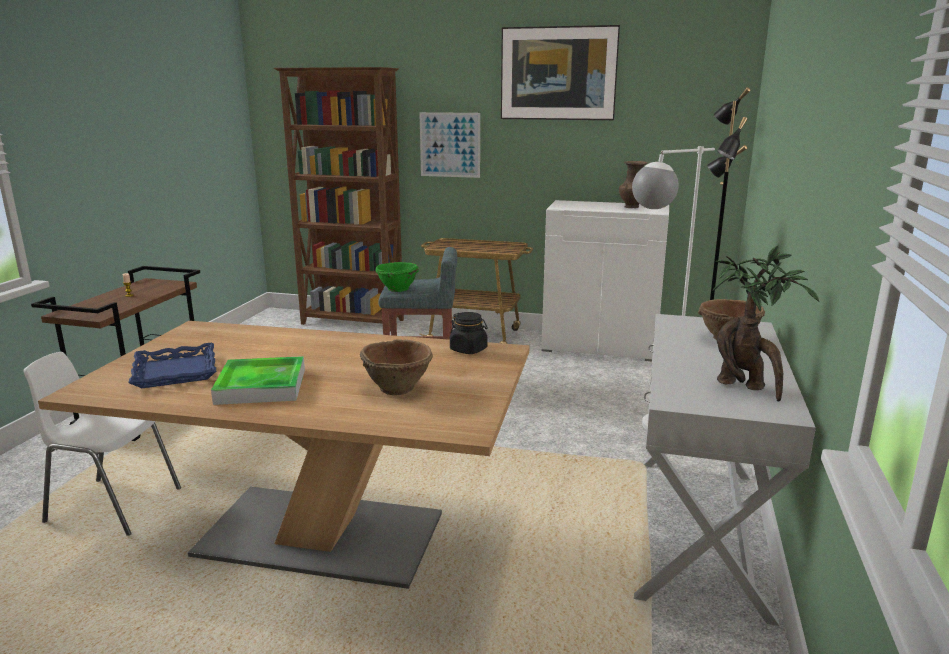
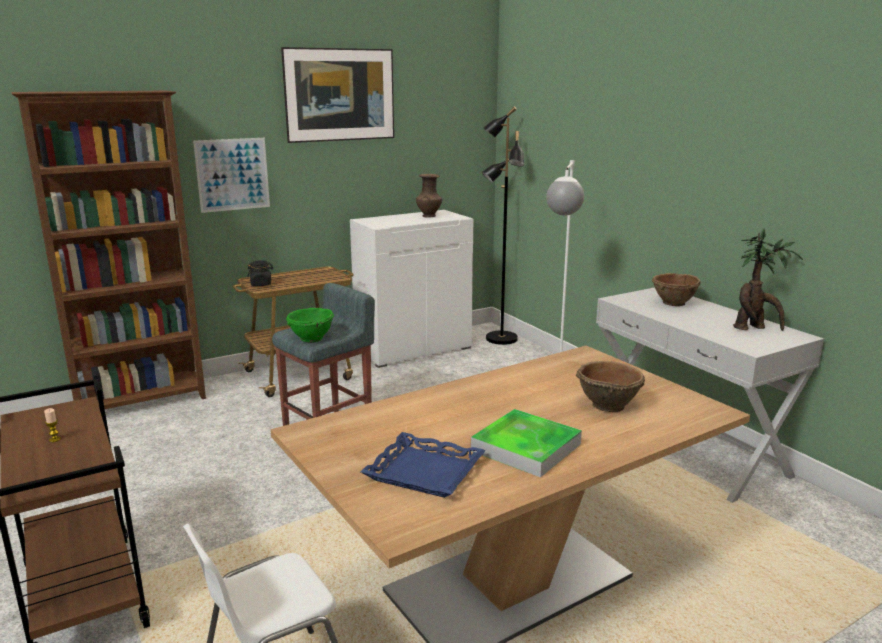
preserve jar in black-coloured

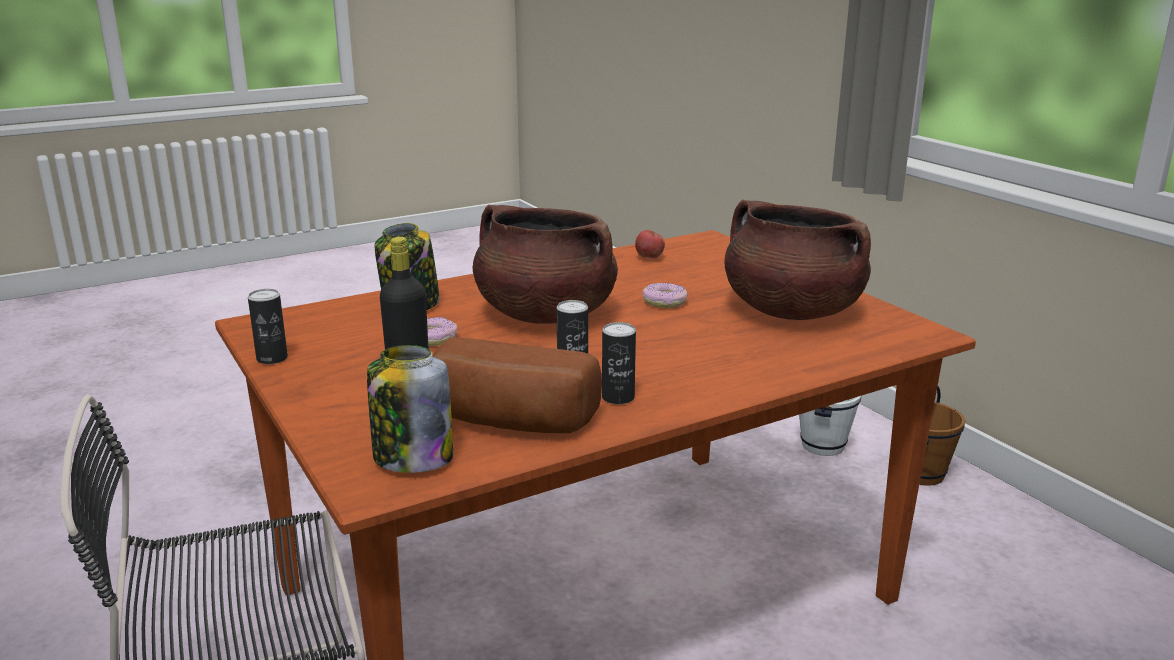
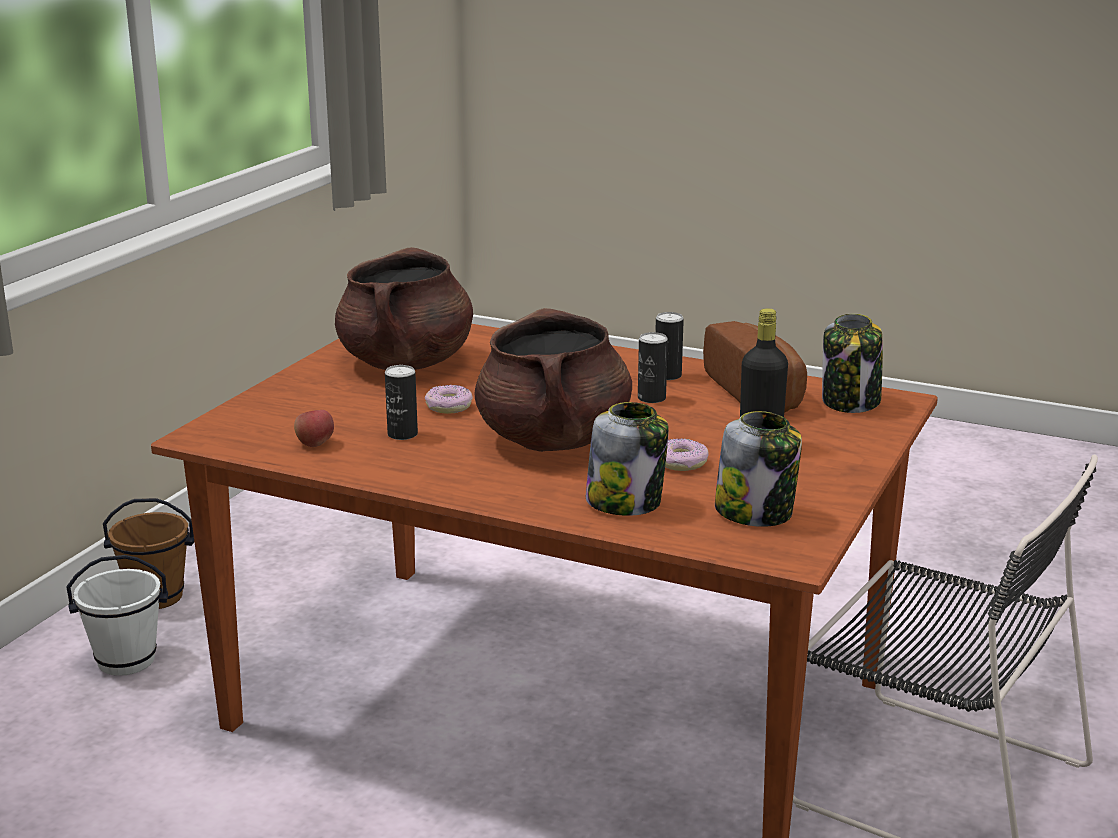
metal can (no. 1 from left)
preserve jar (no. 2 from left)

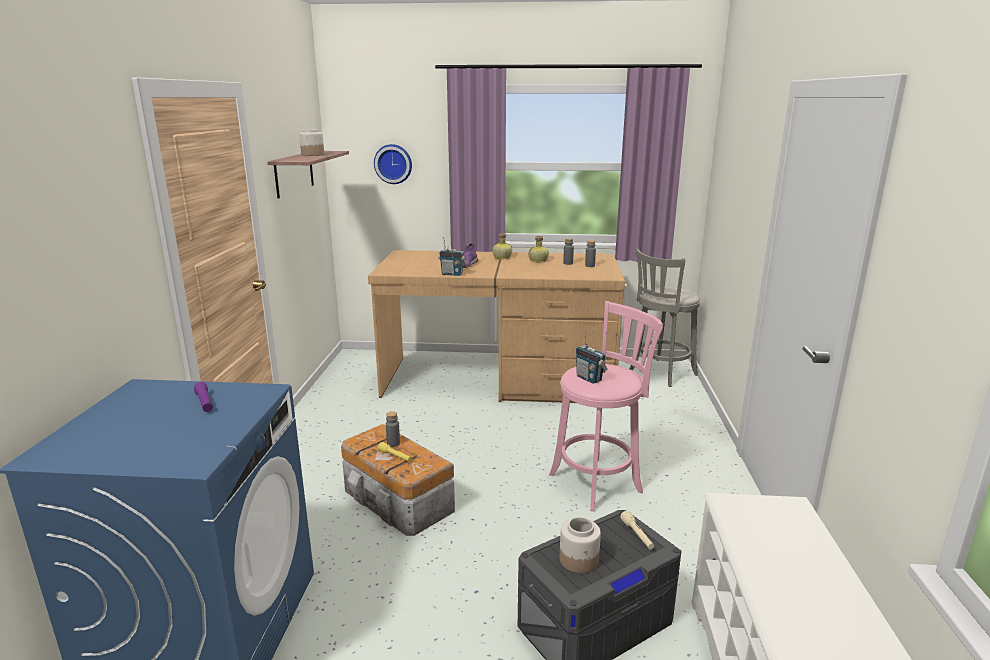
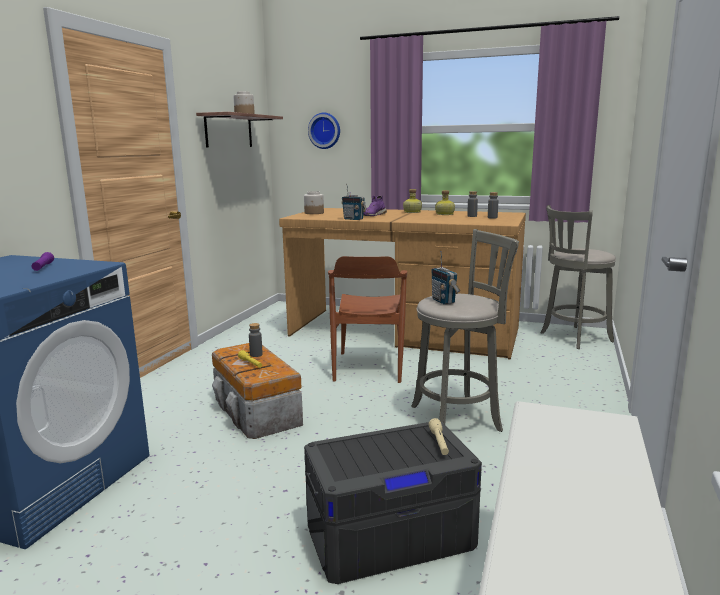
stool seat in gray (no. 1 from left)
preserve jar (no. 2 from left)
upright chair in brown

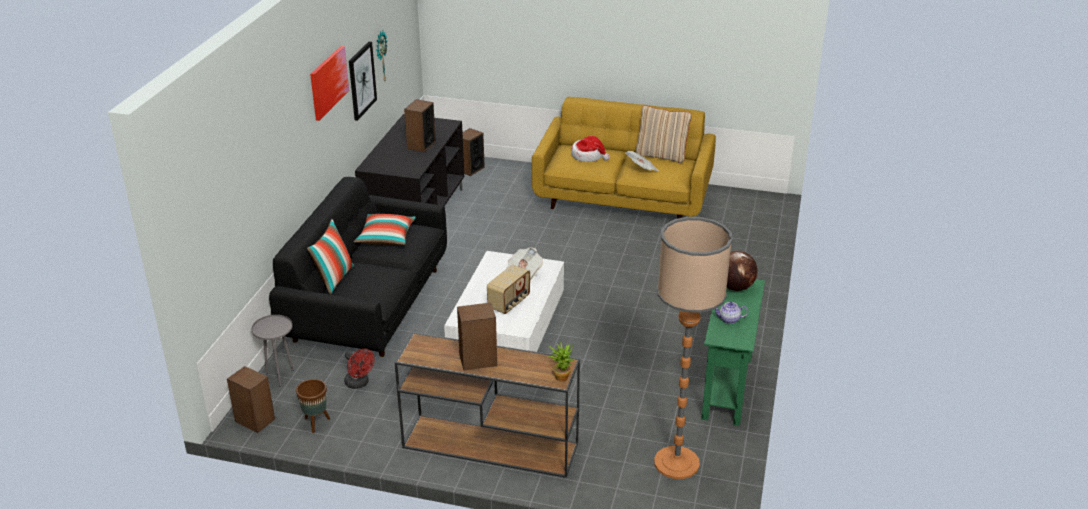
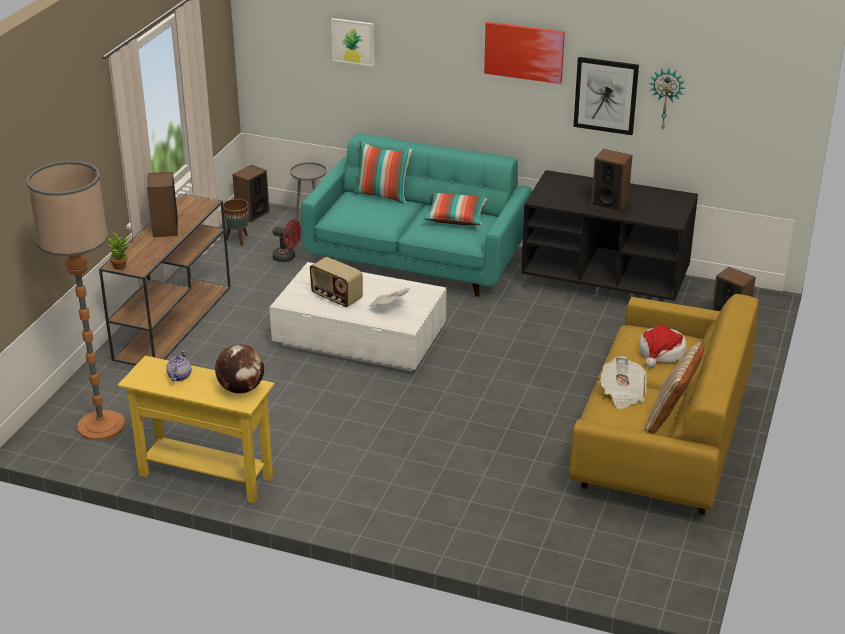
settee in turquoise
narrow table in yellow
cooling fan in reddish
wall picture (no. 1 from left)

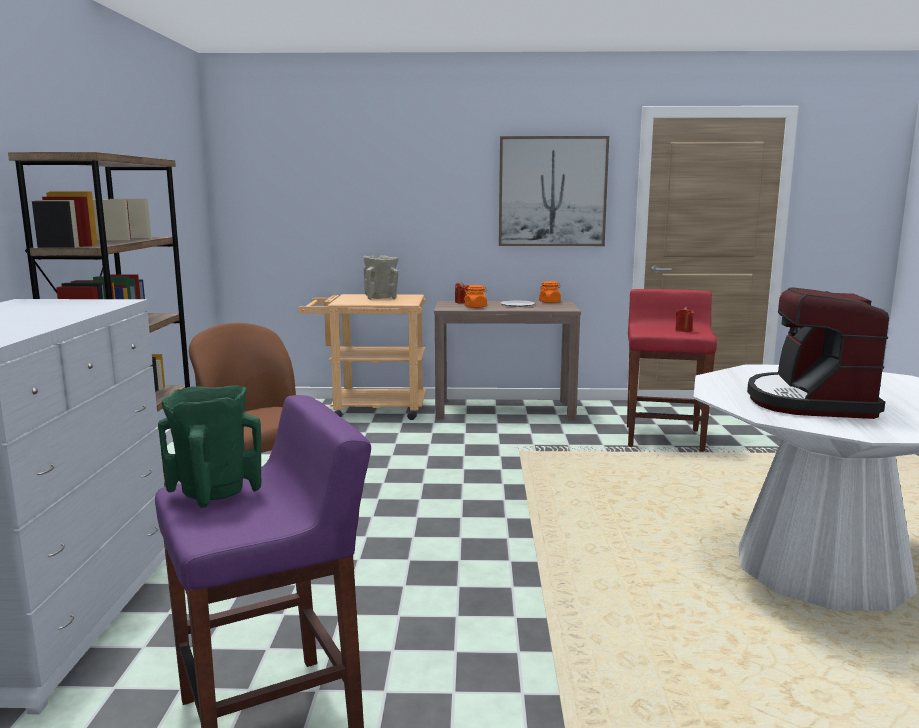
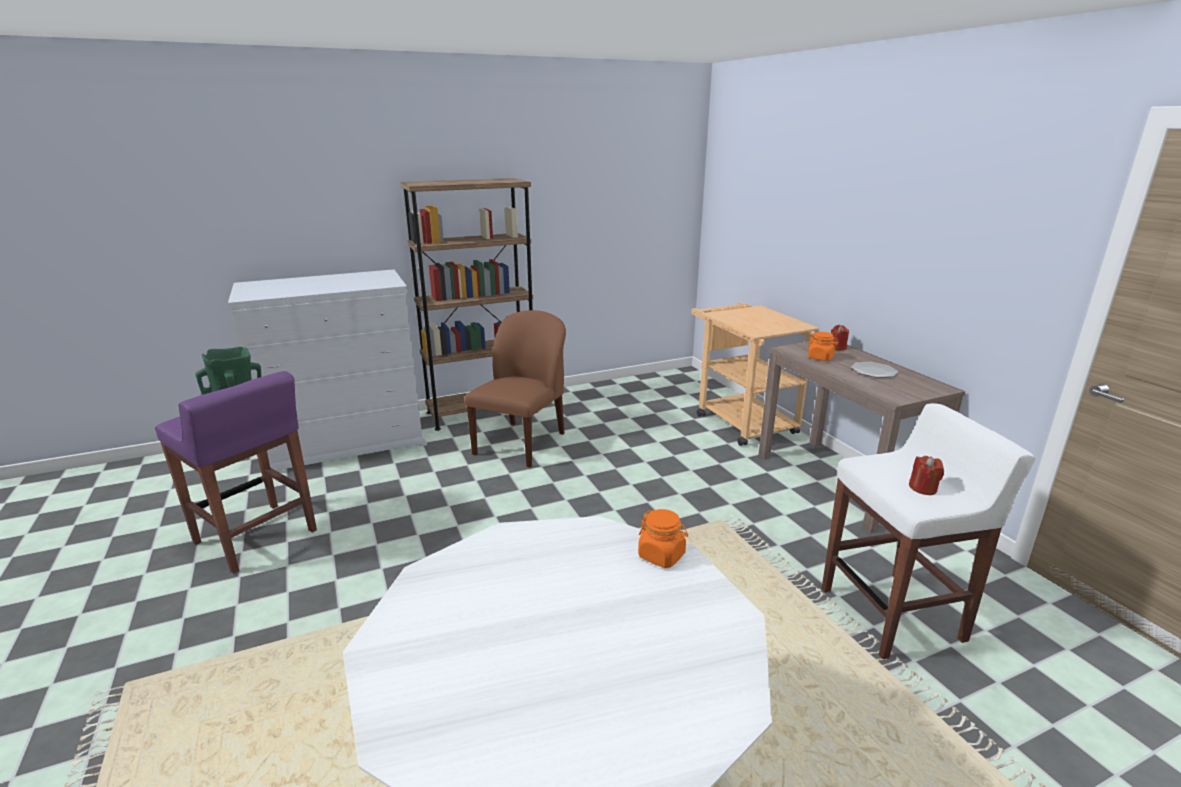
wall picture
vase in beige-coloured
preserve jar in orangey (no. 1 from left)
coffee brewer
stool seat in white

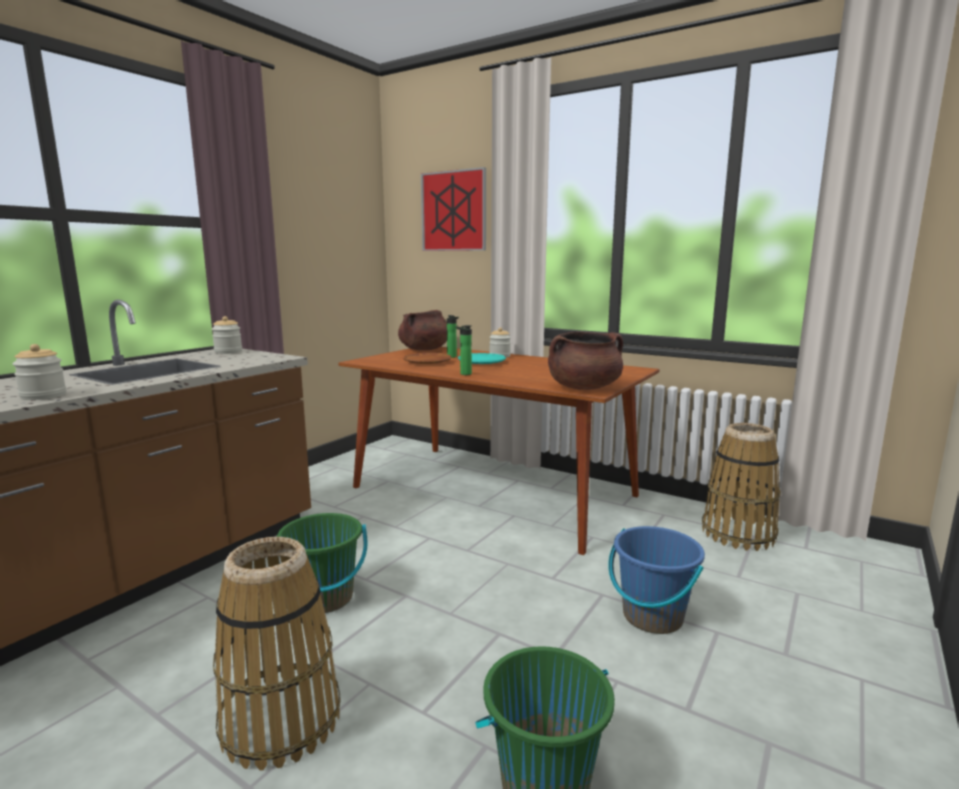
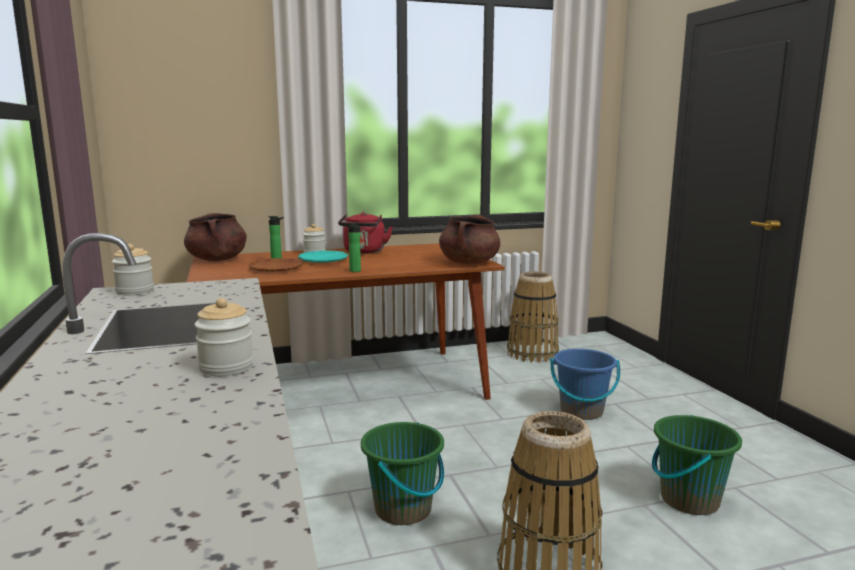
wall picture
water kettle in reddish

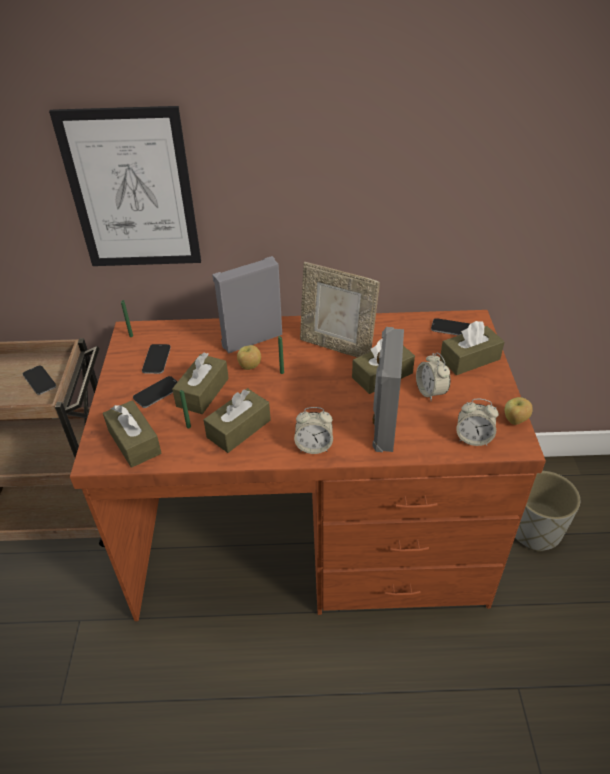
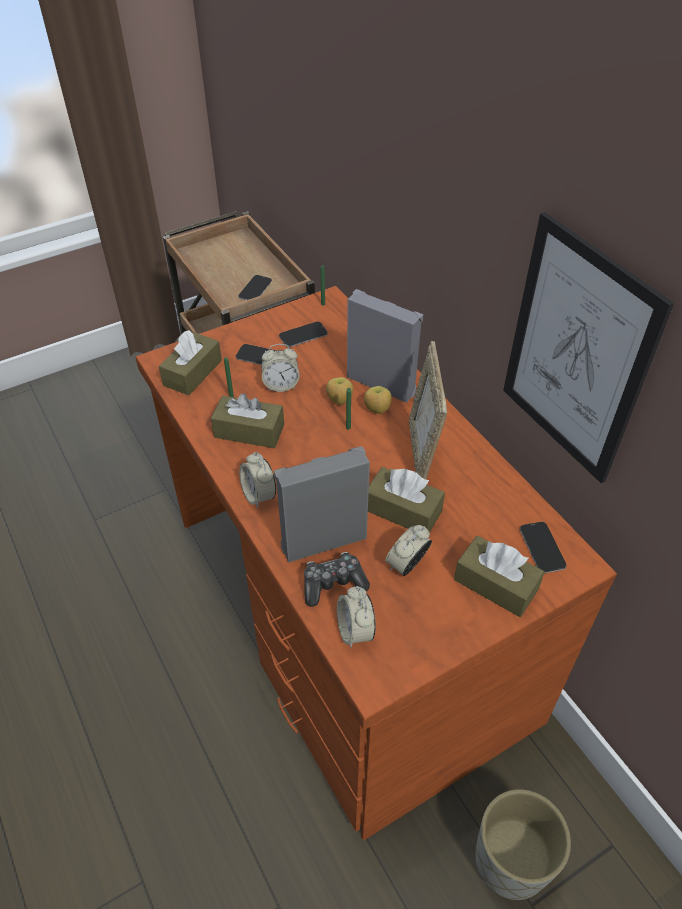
wall picture
bedside clock (no. 2 from left)
apple (no. 2 from left)
game controller

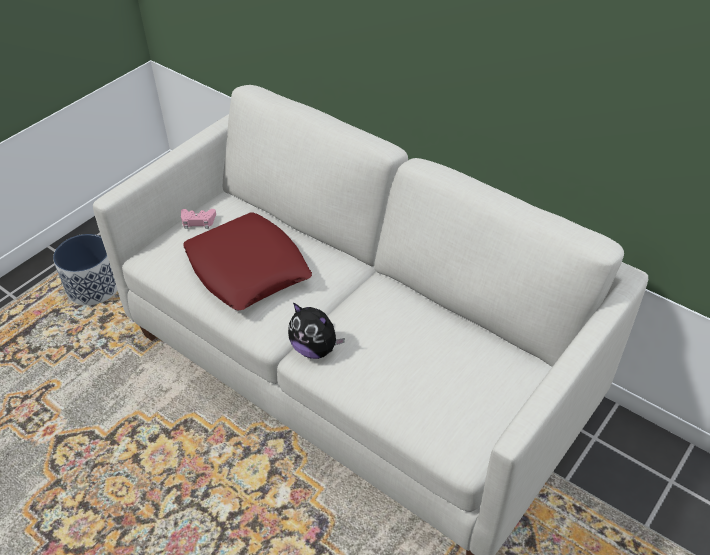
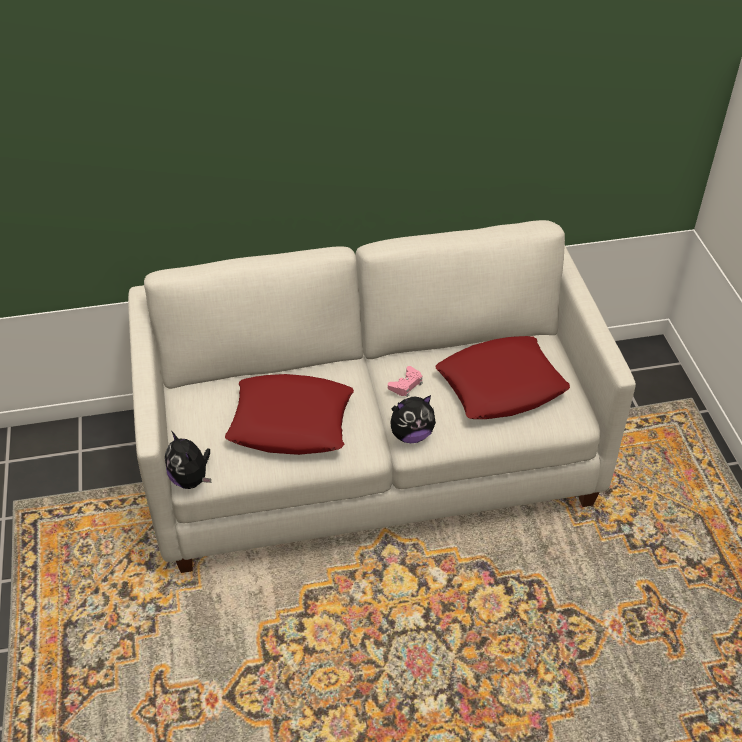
game controller in pink-coloured
flower pot
cushion in reddish (no. 2 from left)
cuddly toy (no. 1 from left)

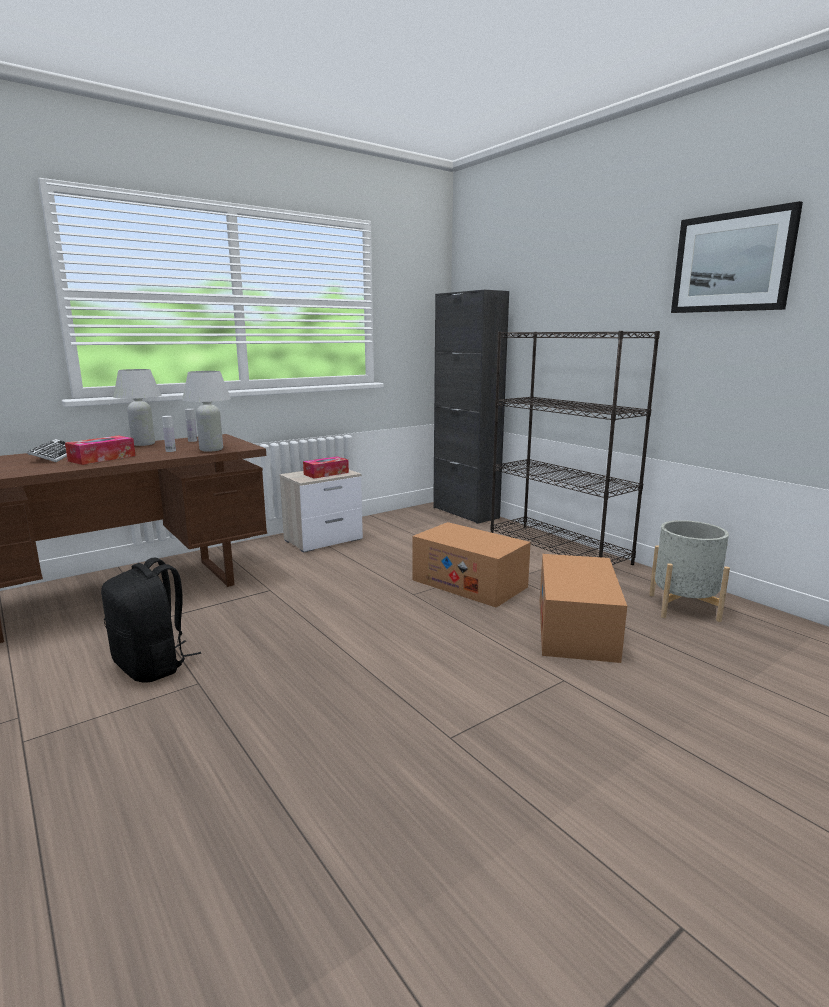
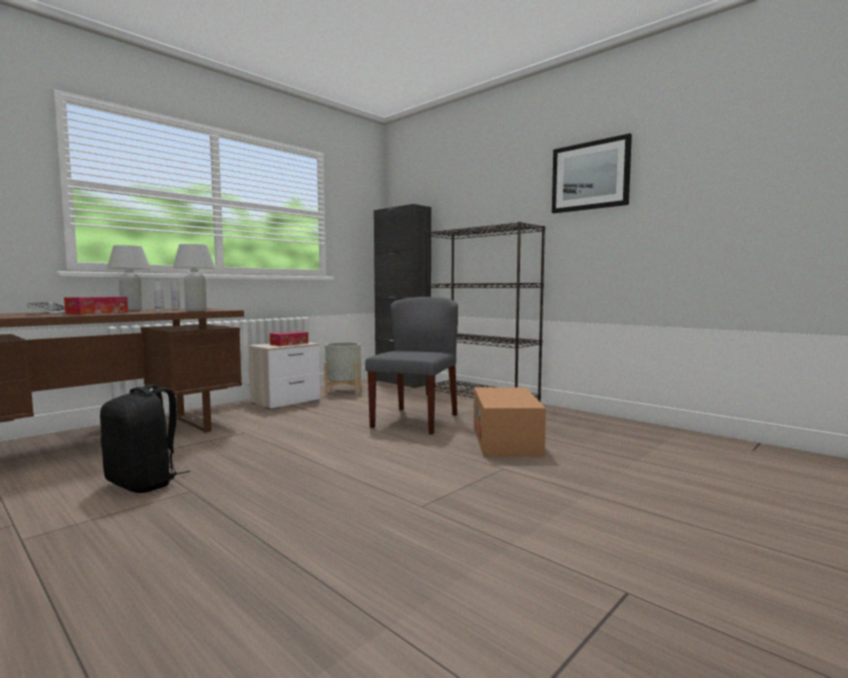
flower pot in gray
upright chair in gray

